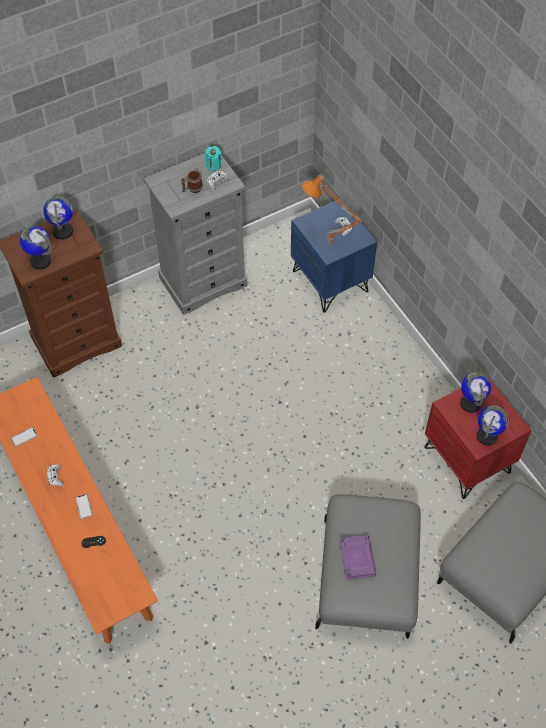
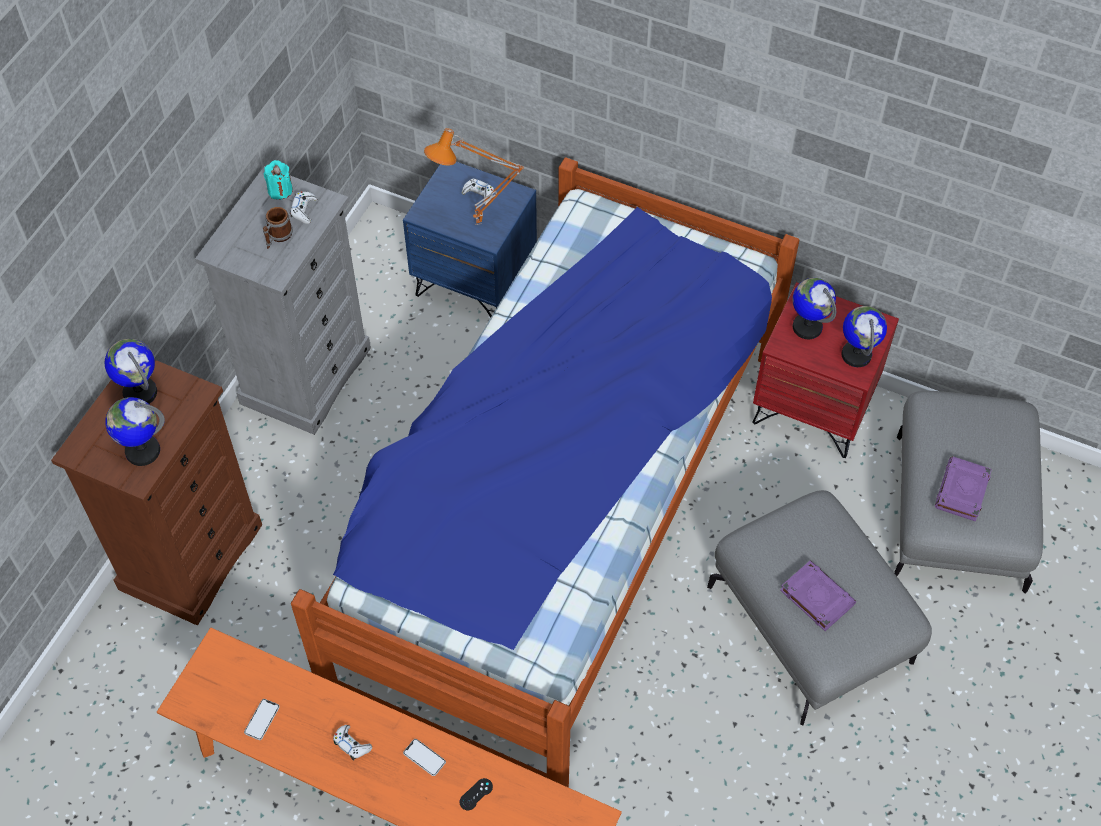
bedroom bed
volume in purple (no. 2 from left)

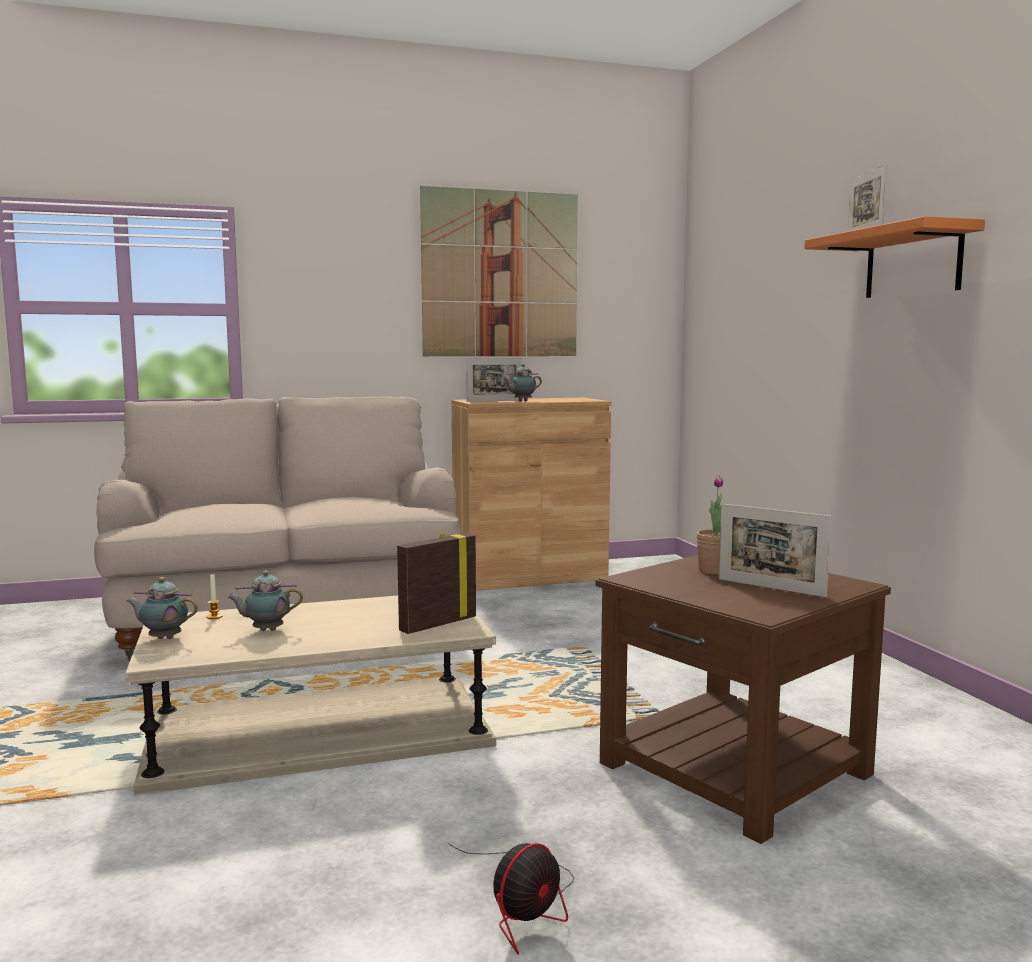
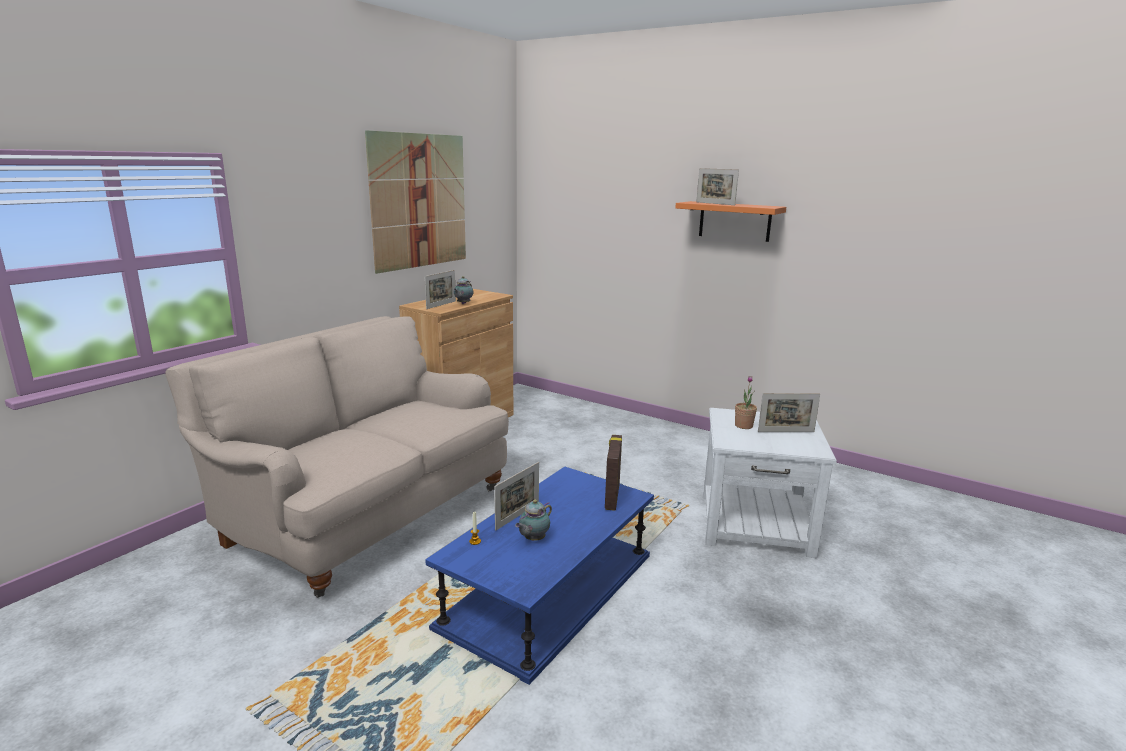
accent table in white
pot for tea (no. 1 from left in the first image)
low table in blue-coloured
cooling fan
standing frame (no. 2 from left)

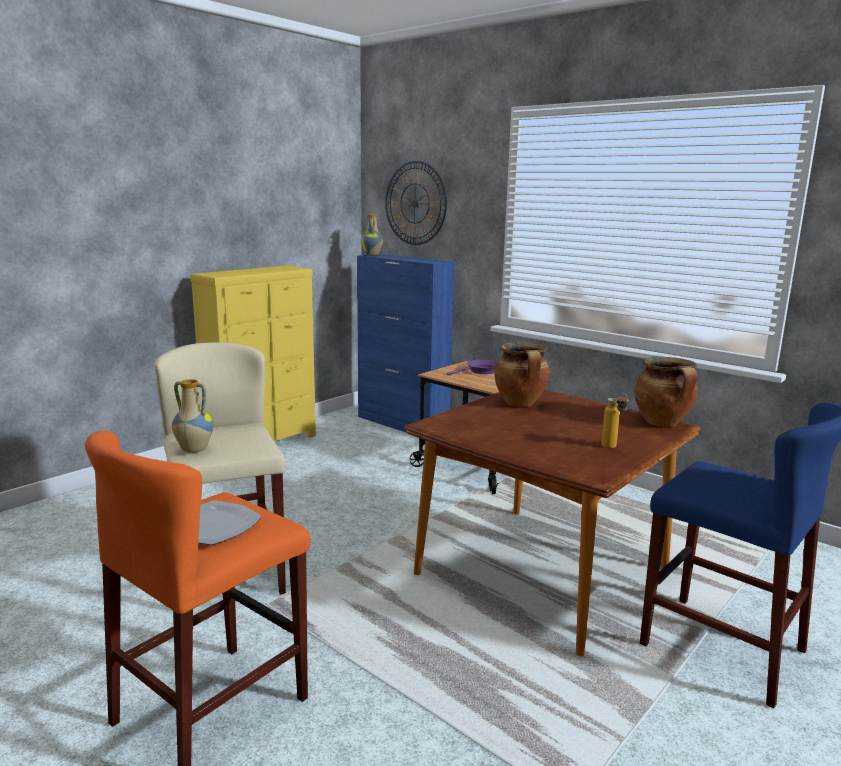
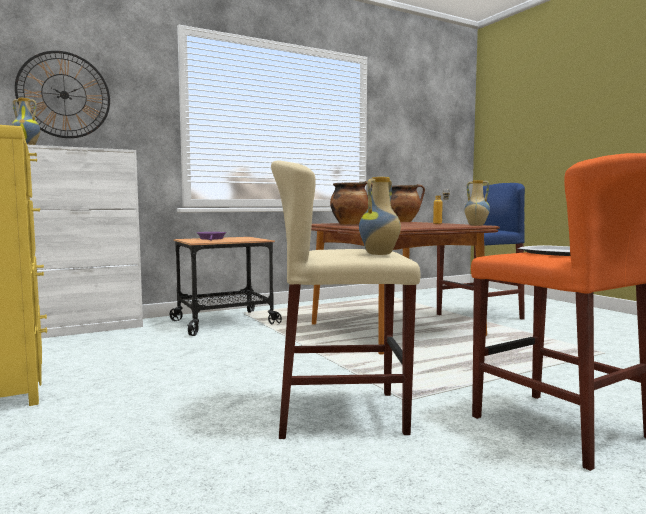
cabinet in white
vase (no. 3 from left)

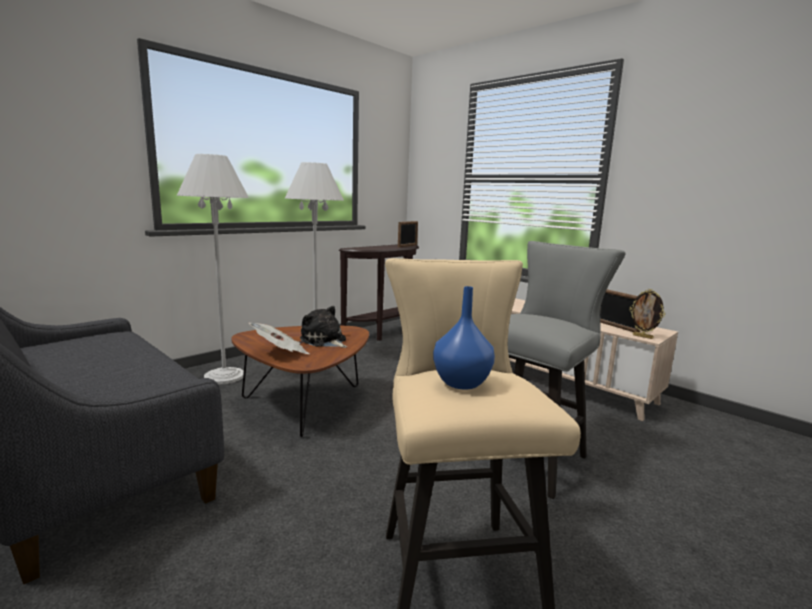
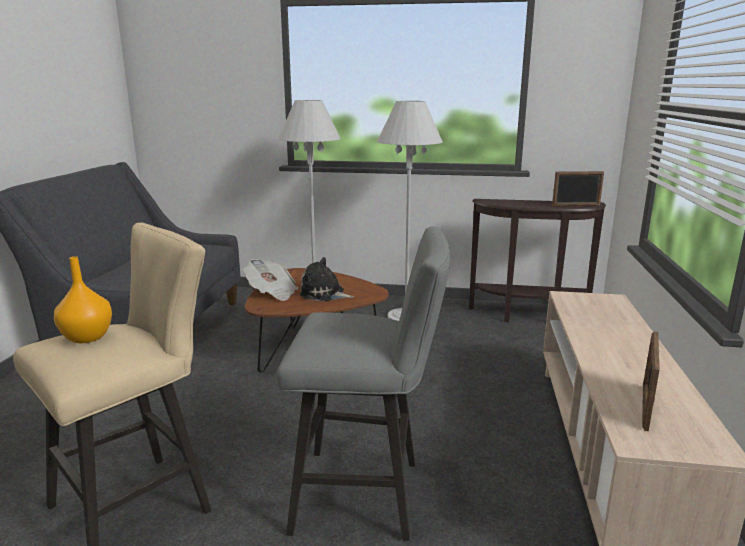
vase in orangey
standing frame (no. 3 from left in the first image)
cuddly toy

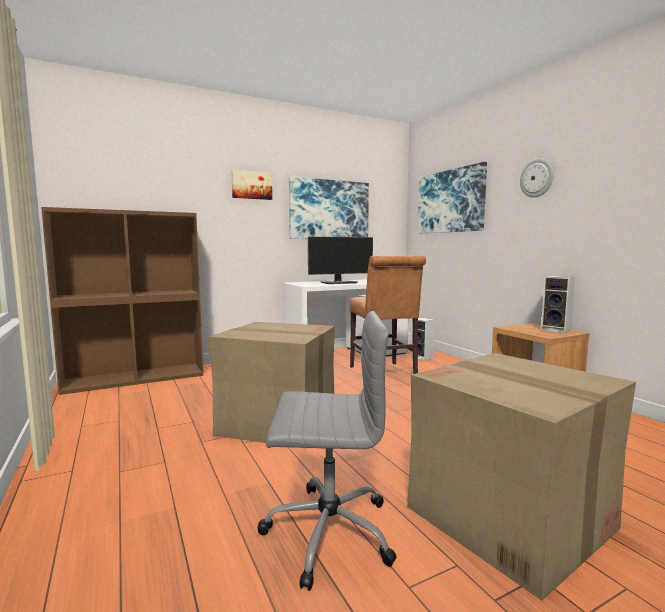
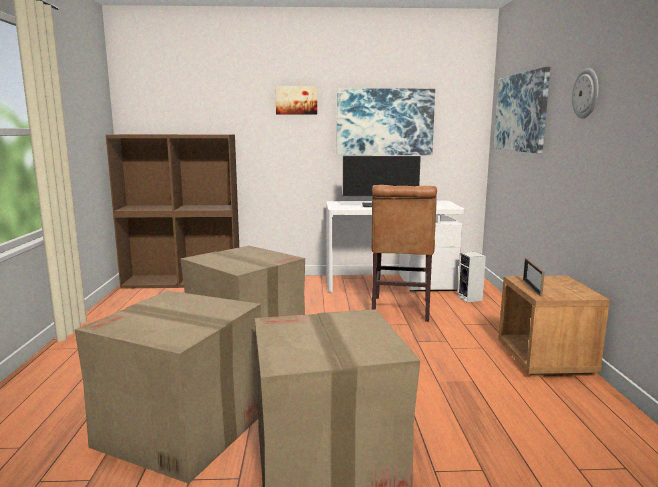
speaker (no. 2 from left in the first image)
packing box (no. 1 from left)
standing frame

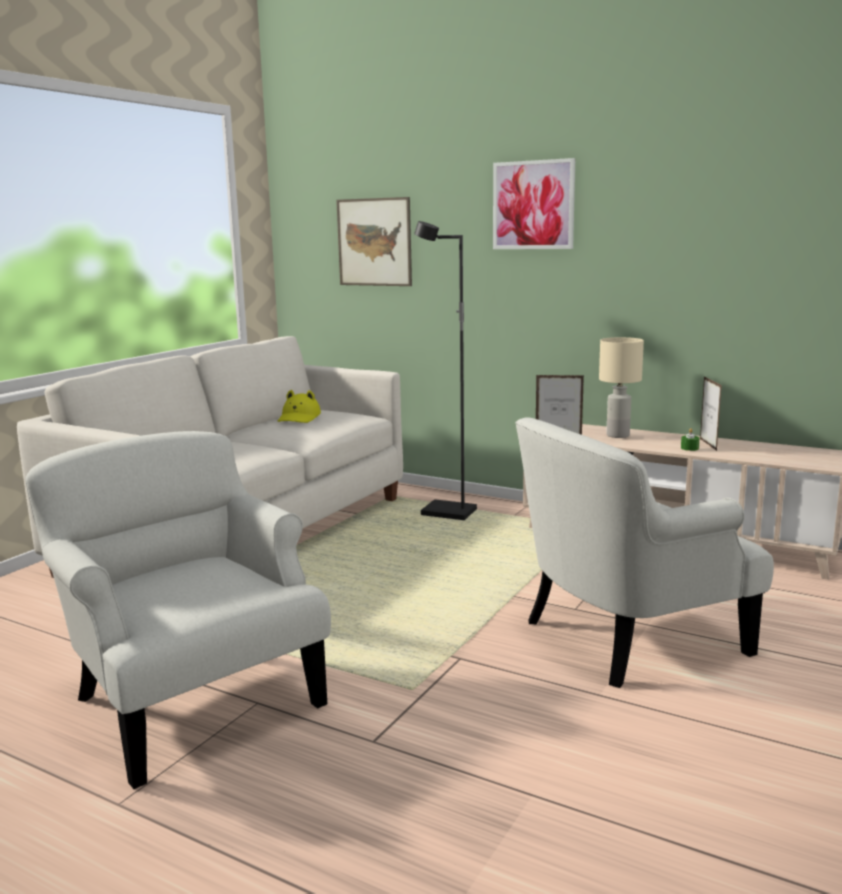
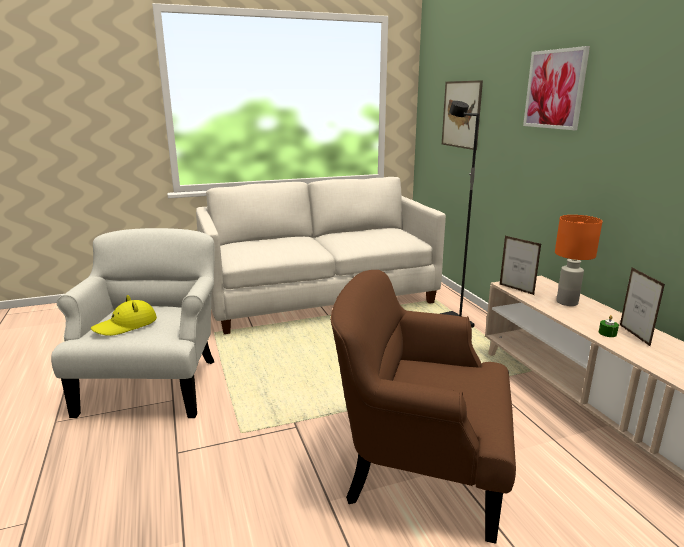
table lamp in orangey
standing frame (no. 2 from left)
wearable hat in yellow
lounge chair in brown

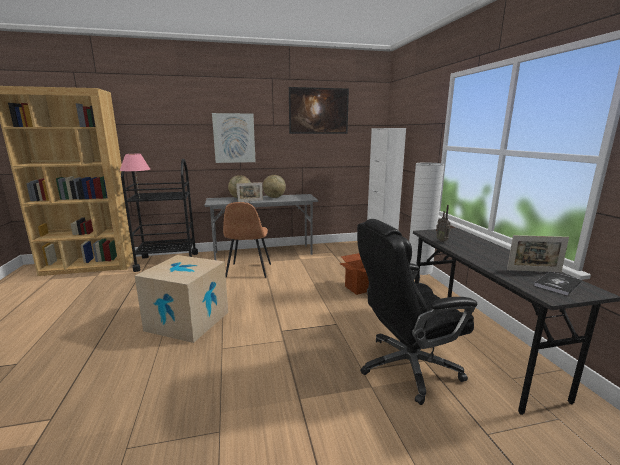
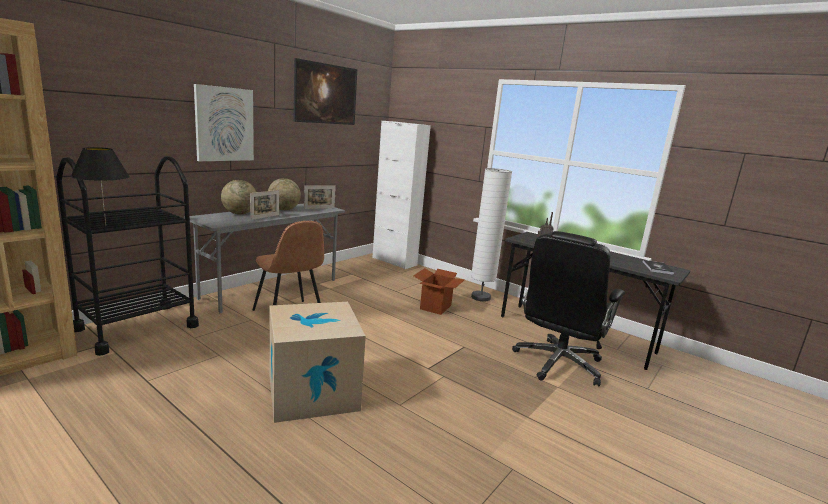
table lamp in black-coloured
standing frame (no. 2 from left)

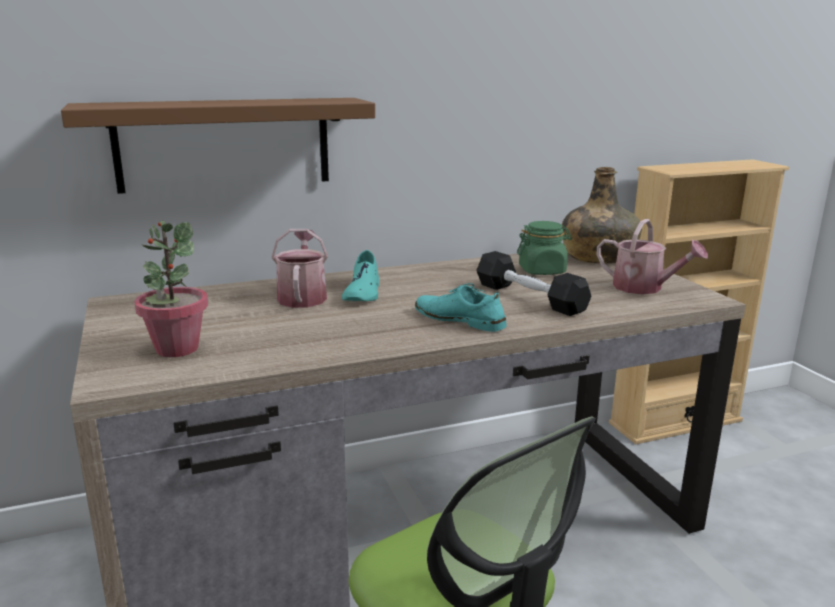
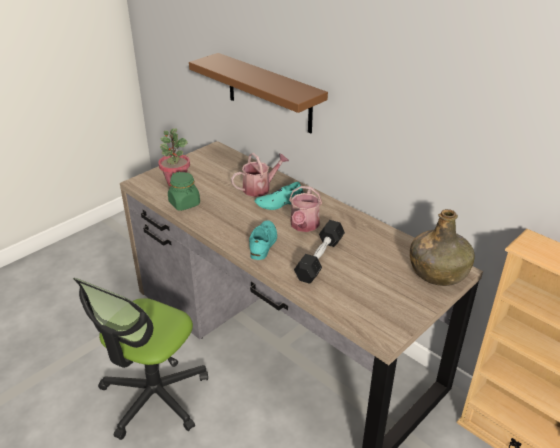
watering pot (no. 2 from left)
preserve jar in green-coloured

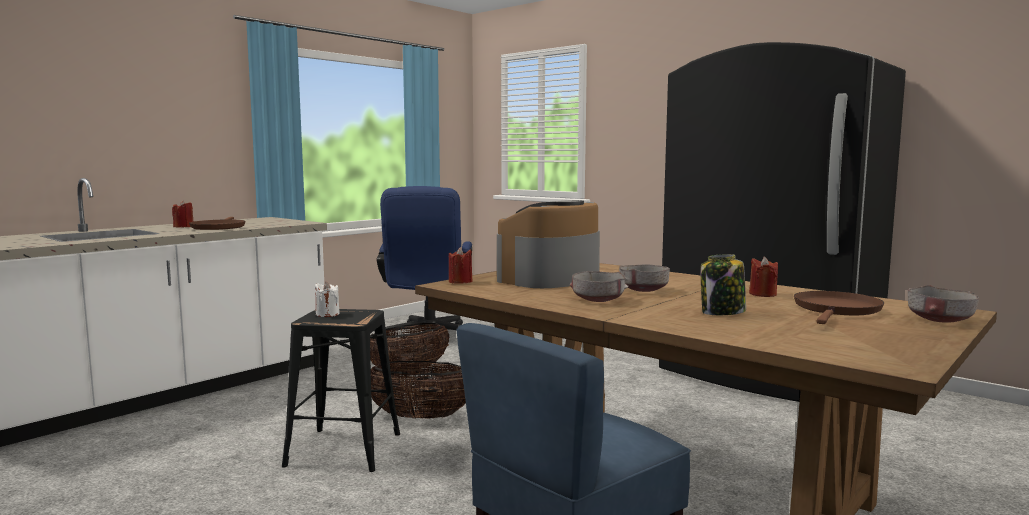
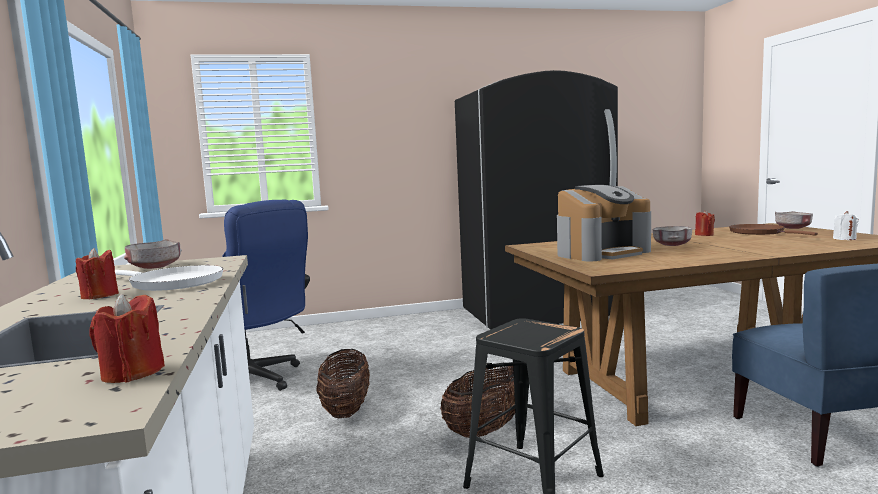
coffee brewer
pan in white
candle in reddish (no. 2 from left)
preserve jar
deep dish in gray (no. 1 from left)
candle in white

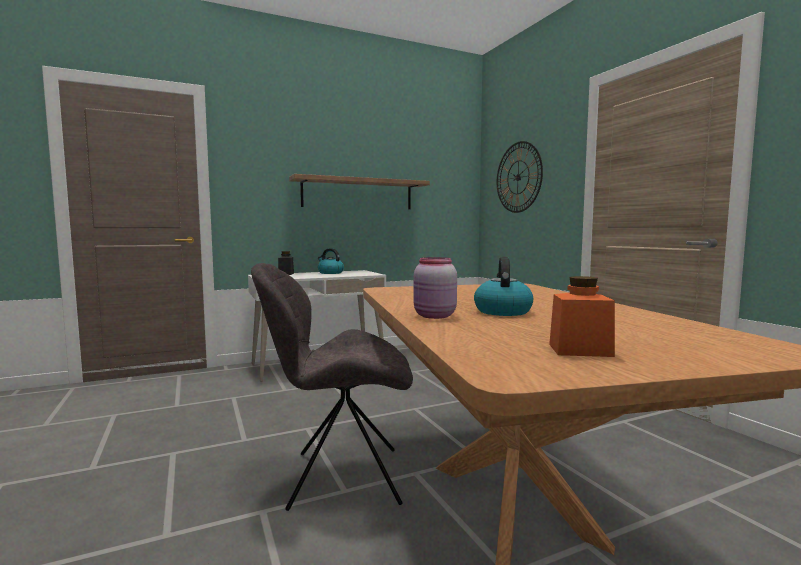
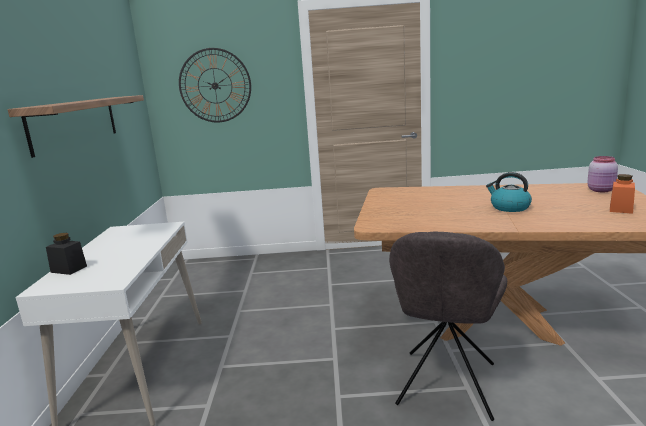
water kettle (no. 1 from left in the first image)
preserve jar in pink-coloured

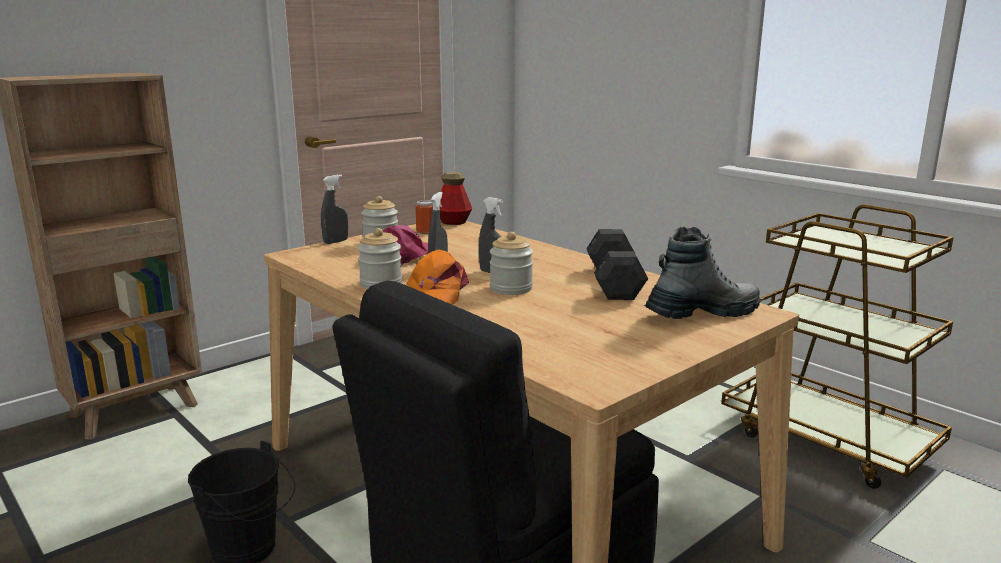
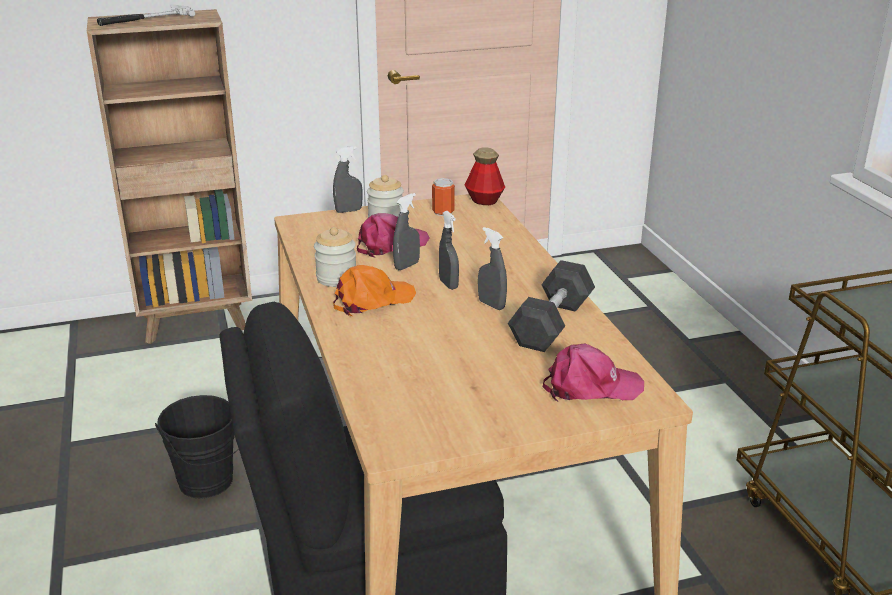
peaked cap in pink-coloured (no. 2 from left)
preserve jar (no. 3 from left in the first image)
peaked cap in orangey
hammer
hand sprayer in gray (no. 4 from left)

